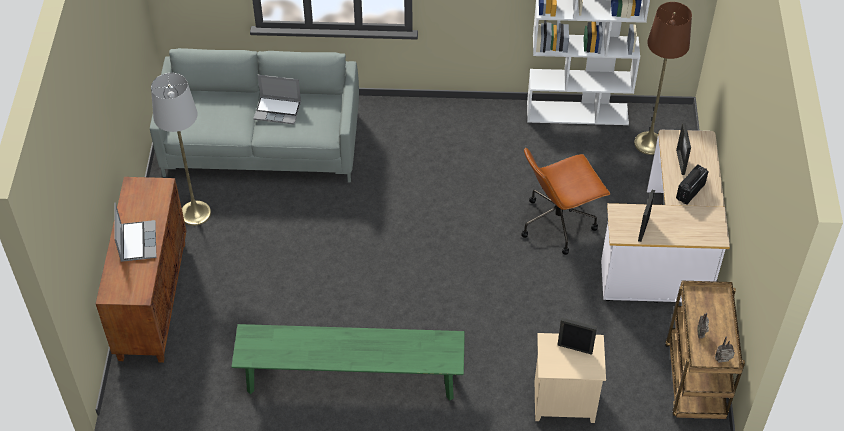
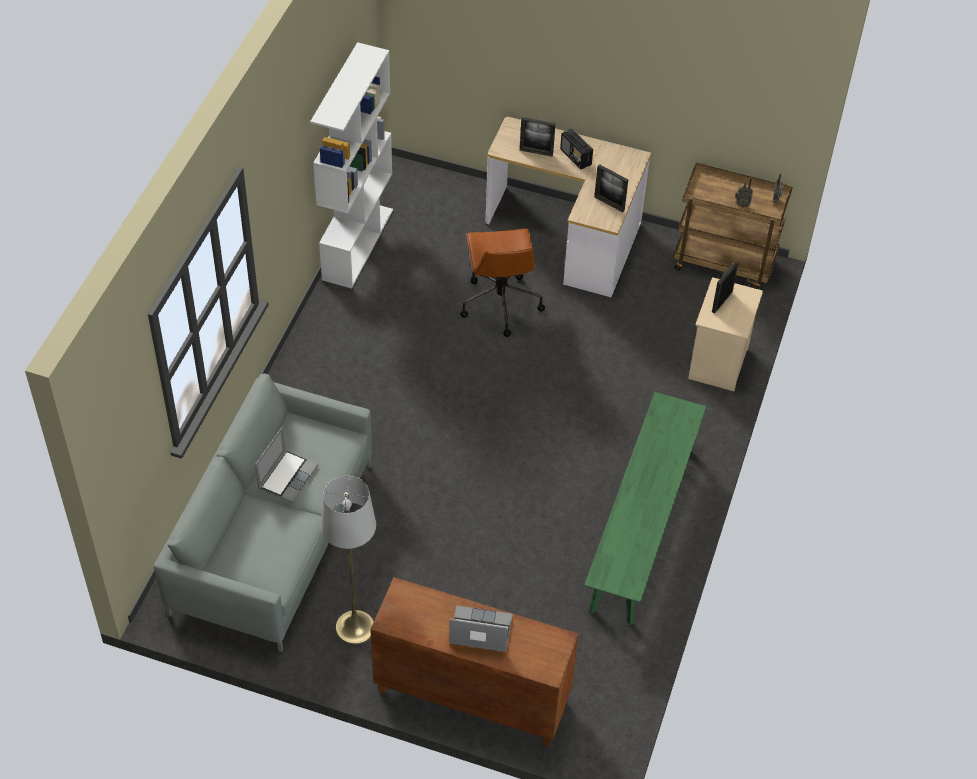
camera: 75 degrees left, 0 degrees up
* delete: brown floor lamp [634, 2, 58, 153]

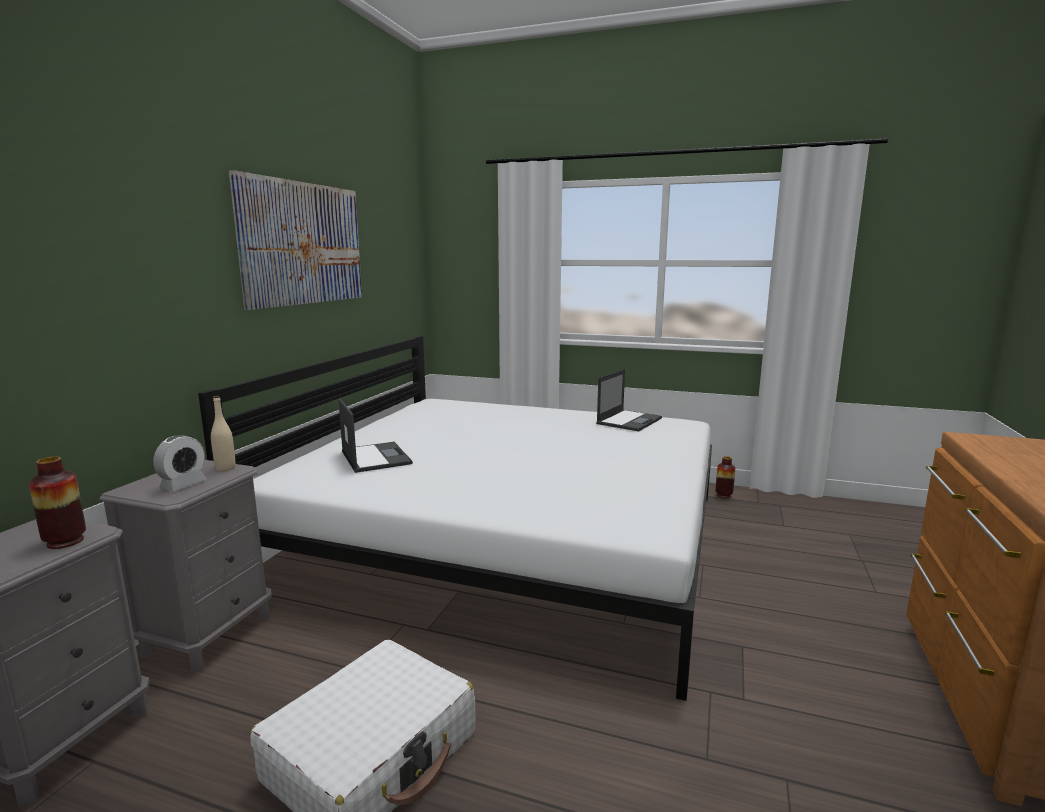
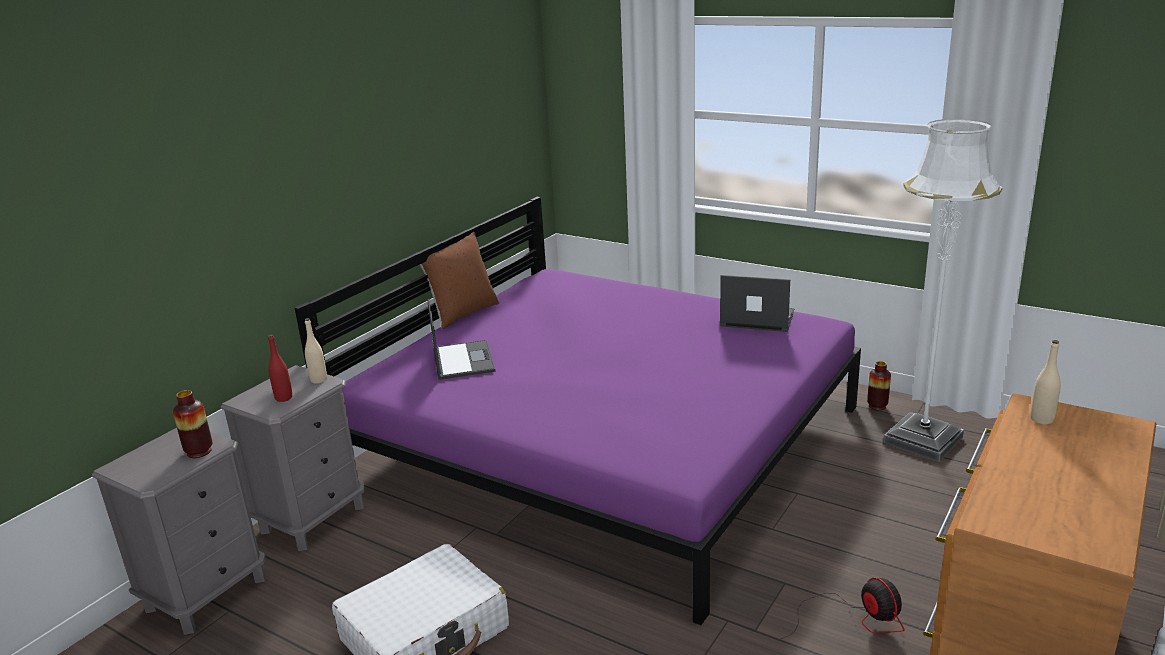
camera: 15 degrees right, 10 degrees up
* replace: alarm clock [153, 435, 54, 56] to red bottle [268, 335, 24, 67]
* recolor: white bed [198, 336, 514, 365] to purple bed [295, 197, 566, 428]
* delete: picture [229, 170, 133, 140]
* rotate: laptop [596, 369, 66, 62] = [720, 275, 74, 57] 120 degrees counterclockwise
* insert: brown pillow [420, 232, 79, 97]
* insert: fan [779, 577, 125, 63]
* insert: white floor lamp [884, 119, 118, 343]
* insert: beige bottle [1031, 340, 30, 84]

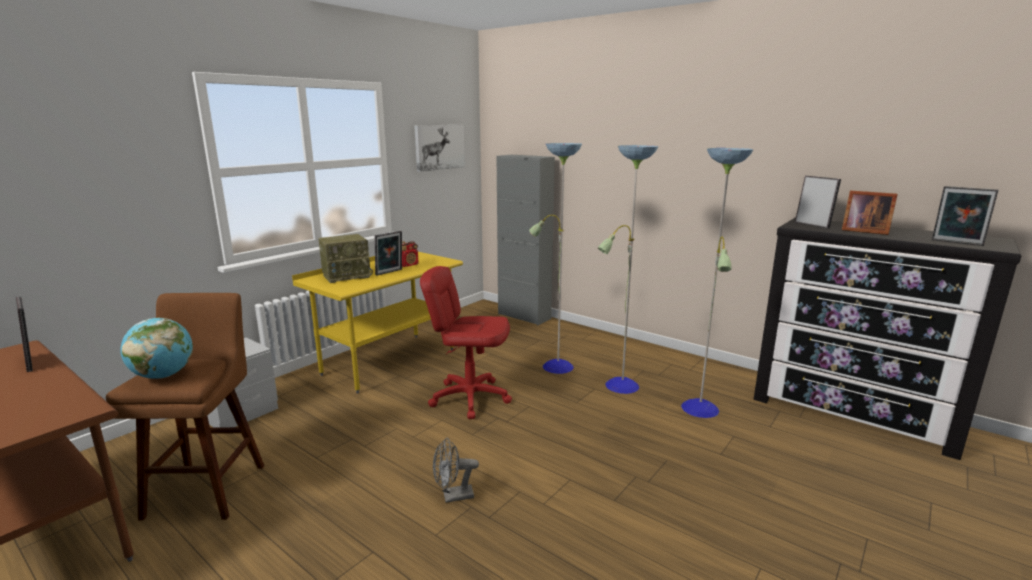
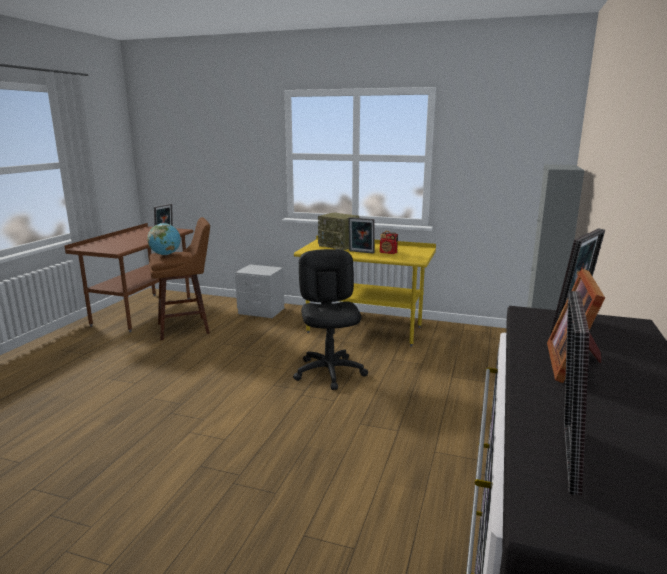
camera: 70 degrees right, 0 degrees up
* delete: picture [414, 125, 51, 47]
* recolor: red office chair [420, 266, 92, 153] to black office chair [293, 249, 75, 141]
* delete: grey fan [433, 438, 46, 65]
* delete: floor lamp [529, 143, 225, 275]

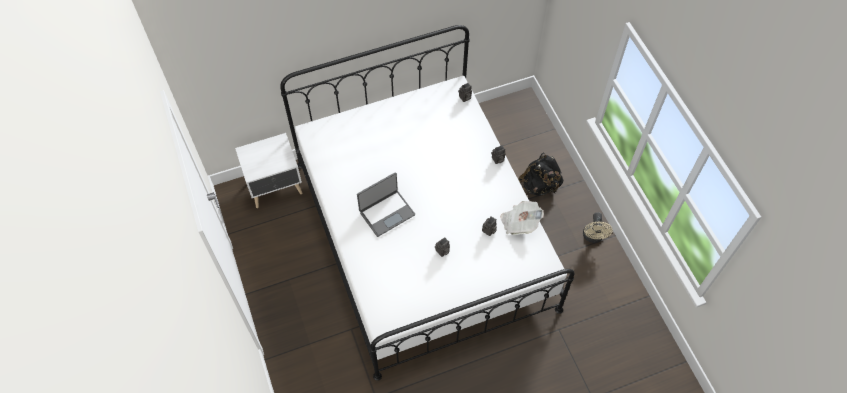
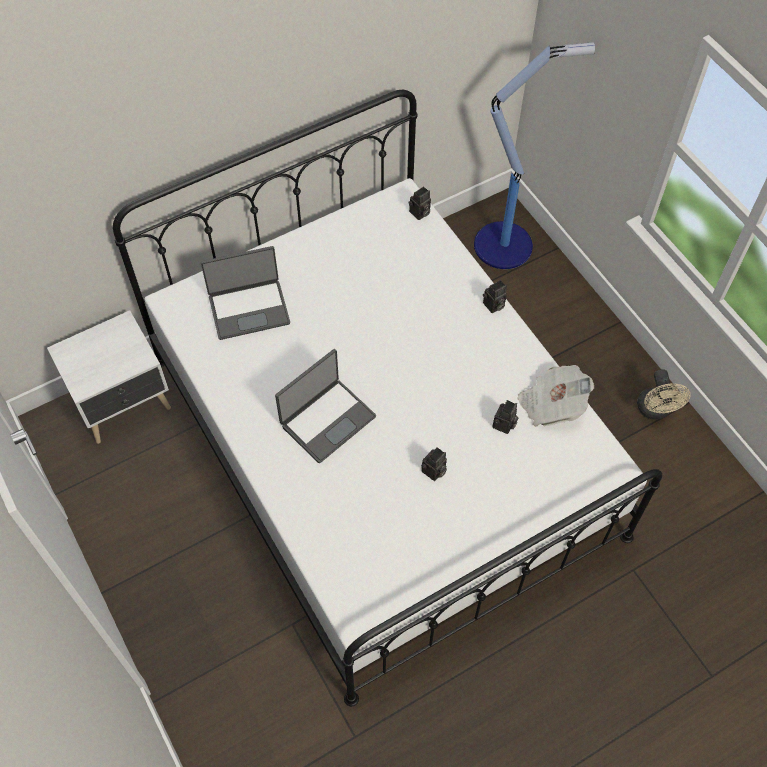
camera: 10 degrees left, 0 degrees up
* delete: black backpack [518, 152, 45, 44]
* insert: laptop [201, 246, 89, 94]
* insert: floor lamp [474, 42, 121, 227]

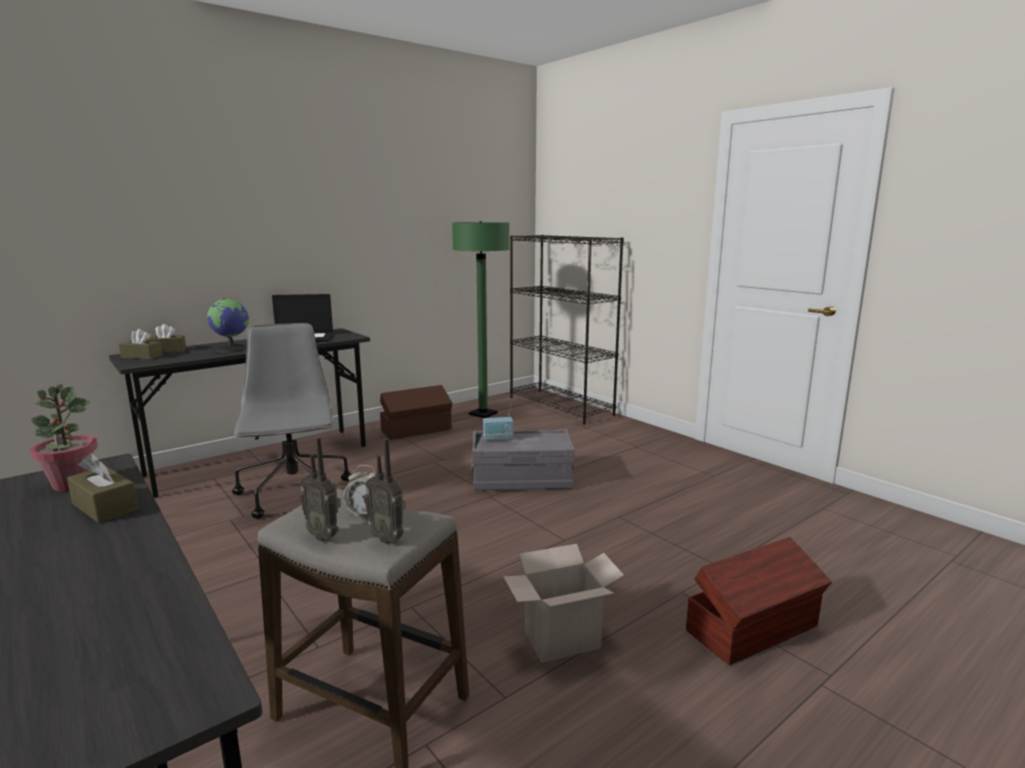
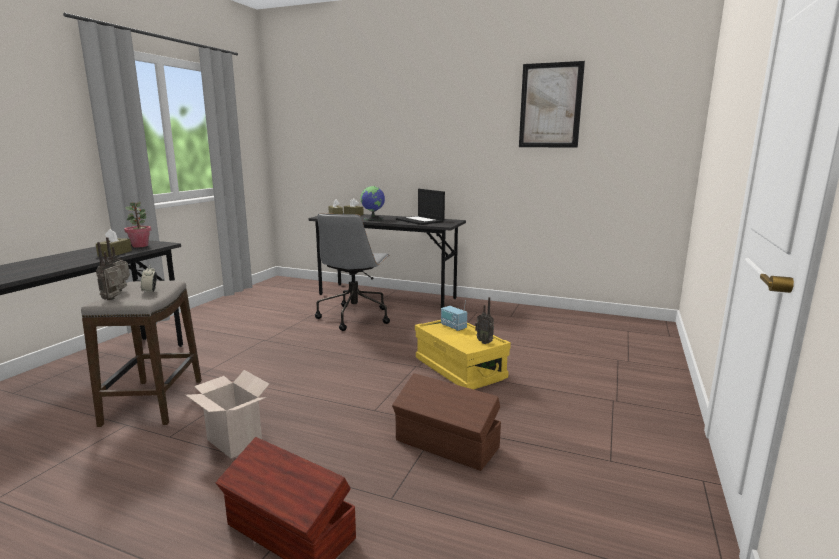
camera: 60 degrees right, 0 degrees up
* rotate: grey office chair [232, 323, 120, 196] = [315, 213, 75, 118] 150 degrees clockwise
* move: brown storage box [380, 385, 72, 55] to [392, 373, 109, 98]
* delete: green floor lamp [452, 221, 58, 197]
* recolor: grey storage box [471, 429, 104, 62] to yellow storage box [415, 320, 96, 70]
* delete: black bookcase [510, 235, 114, 190]
* insert: radio [475, 297, 19, 47]
* insert: picture [519, 61, 66, 87]

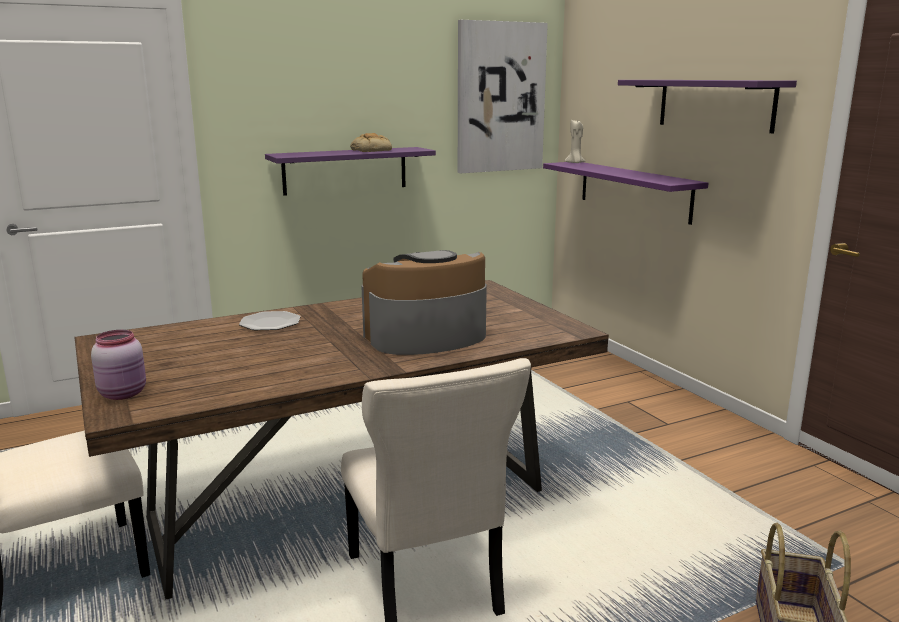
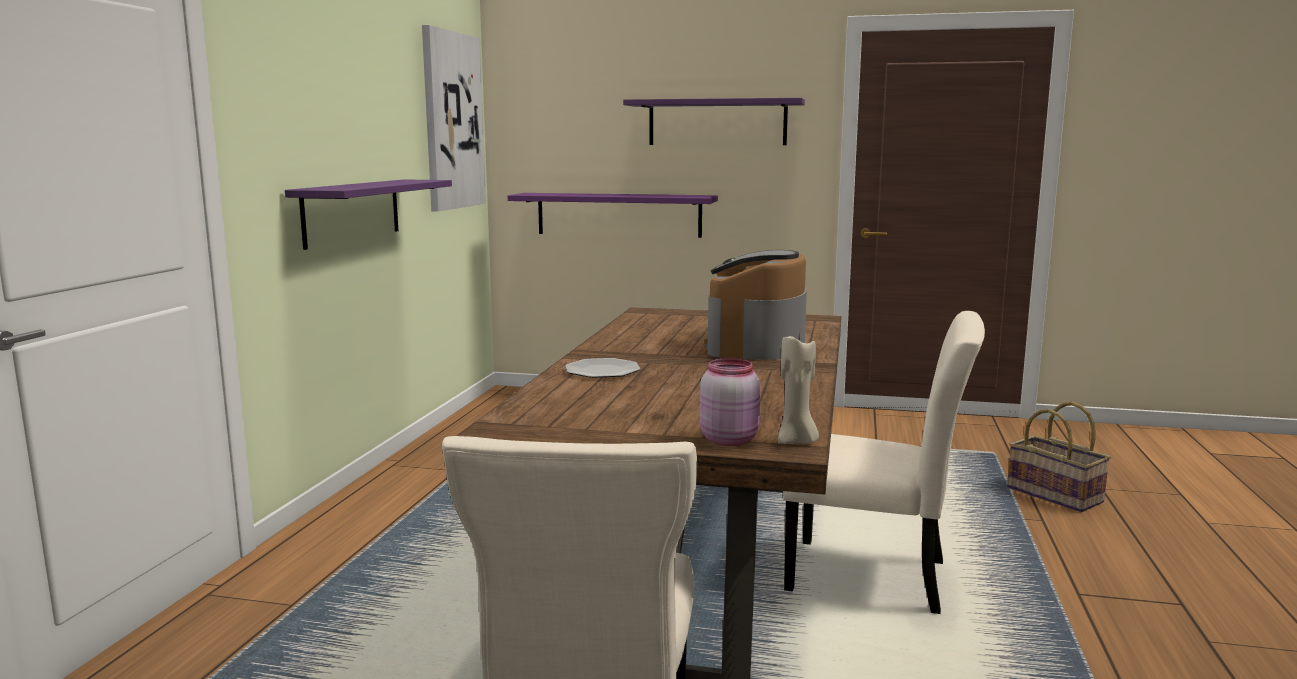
camera: 50 degrees left, 5 degrees down
* delete: bread [350, 133, 42, 19]
* move: beige candle [565, 120, 20, 43] to [778, 334, 41, 110]

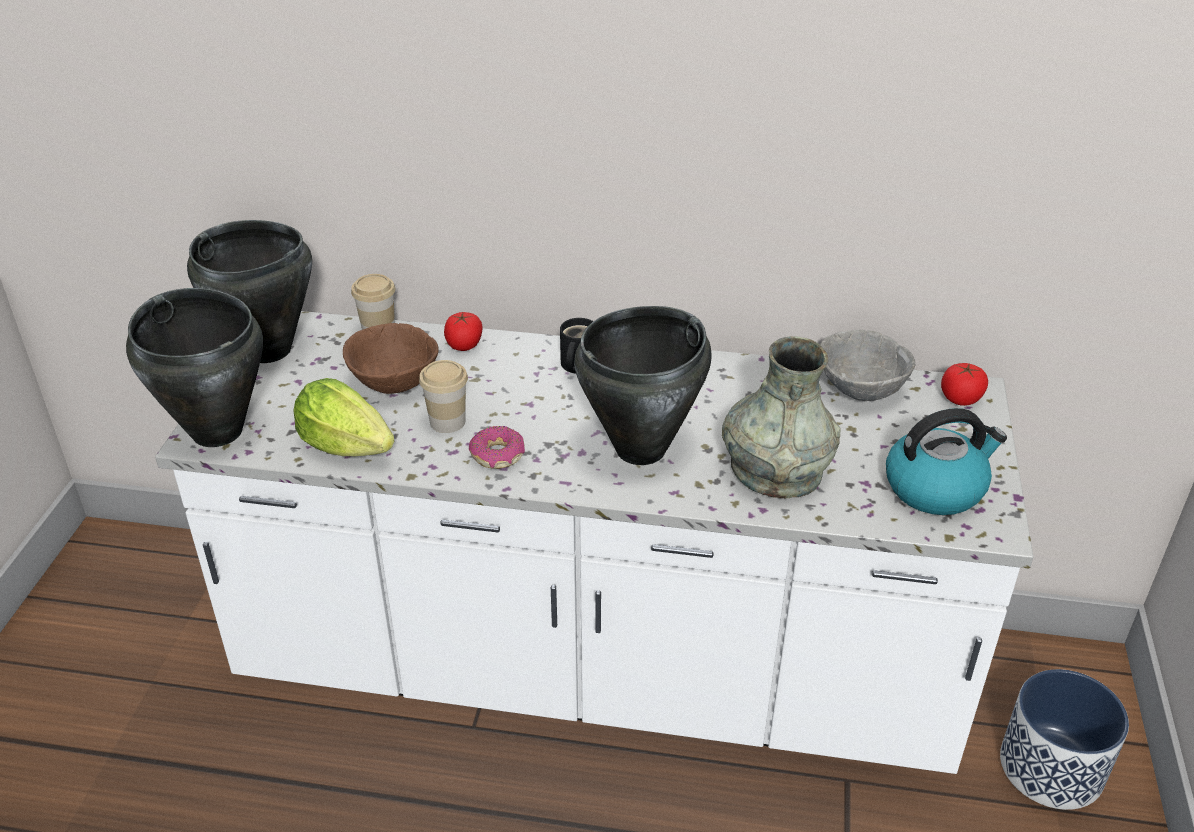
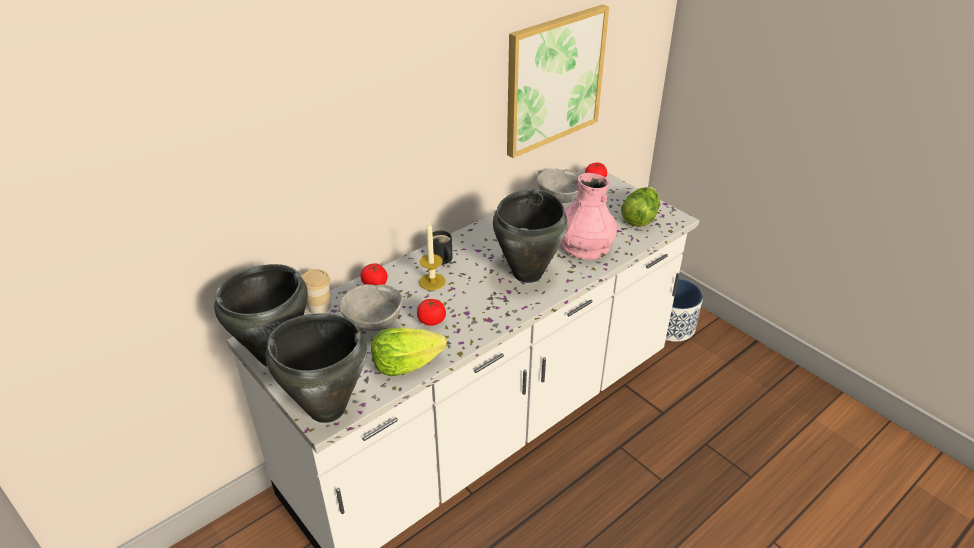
camera: 50 degrees left, 0 degrees up
* recolor: brown bowl [343, 323, 96, 71] to grey bowl [339, 284, 63, 47]
* replace: cup [419, 360, 49, 73] to tomato [417, 299, 29, 27]
* delete: donut [469, 426, 56, 43]
* recolor: grey vase [722, 336, 119, 162] to pink vase [561, 173, 56, 87]
* replace: kettle [886, 408, 121, 107] to lettuce [621, 187, 39, 40]
* insert: candle [419, 223, 27, 67]
* insert: picture [507, 4, 102, 154]

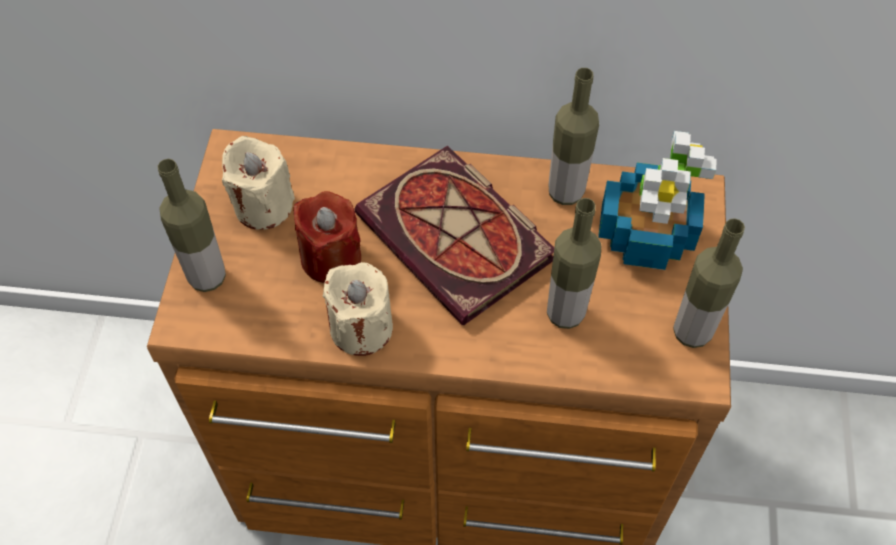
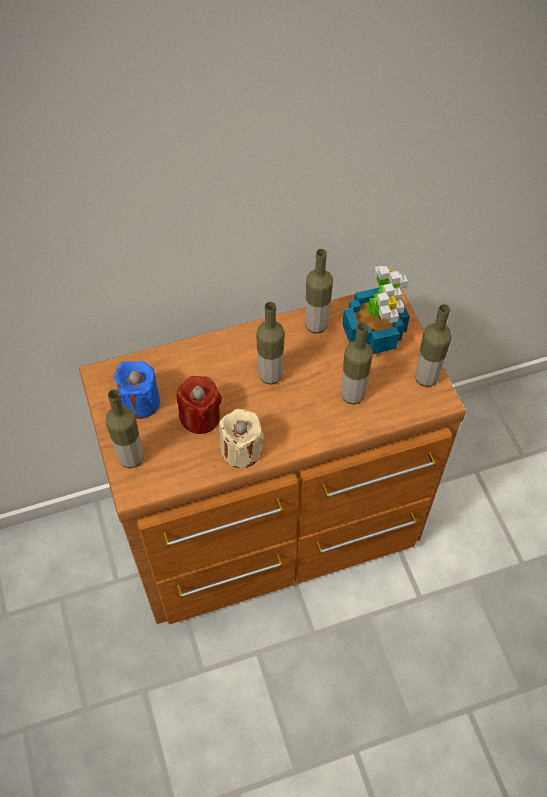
camera: 25 degrees left, 0 degrees up
* recolor: beige candle [222, 136, 73, 94] to blue candle [114, 361, 46, 58]
* replace: book [354, 145, 200, 180] to bottle [256, 302, 29, 83]

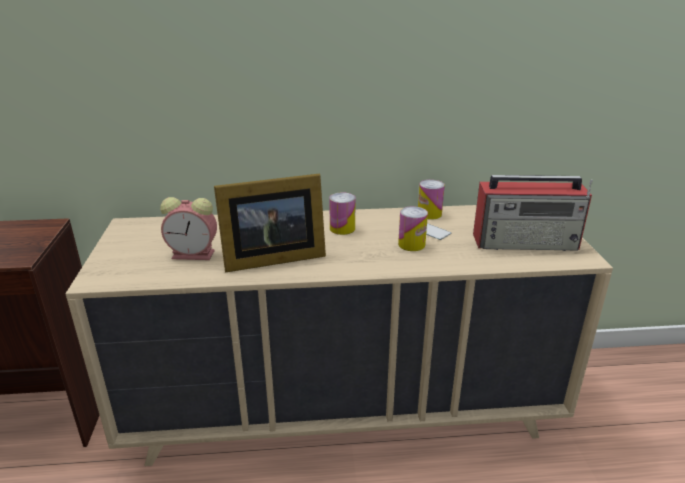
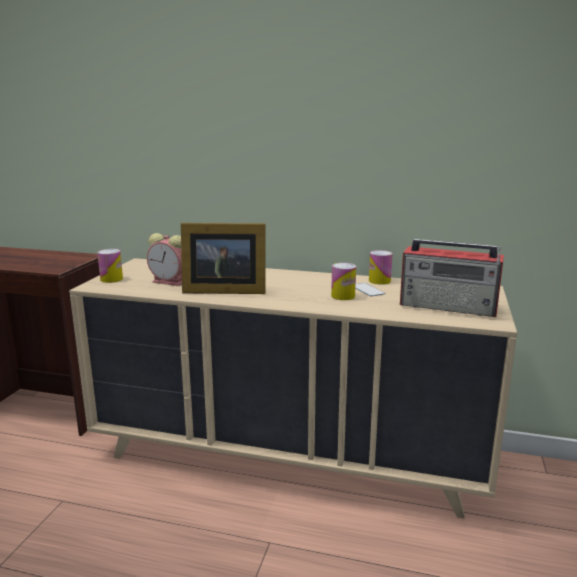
camera: 20 degrees right, 10 degrees down
* move: can [329, 193, 27, 42] to [97, 249, 26, 34]

